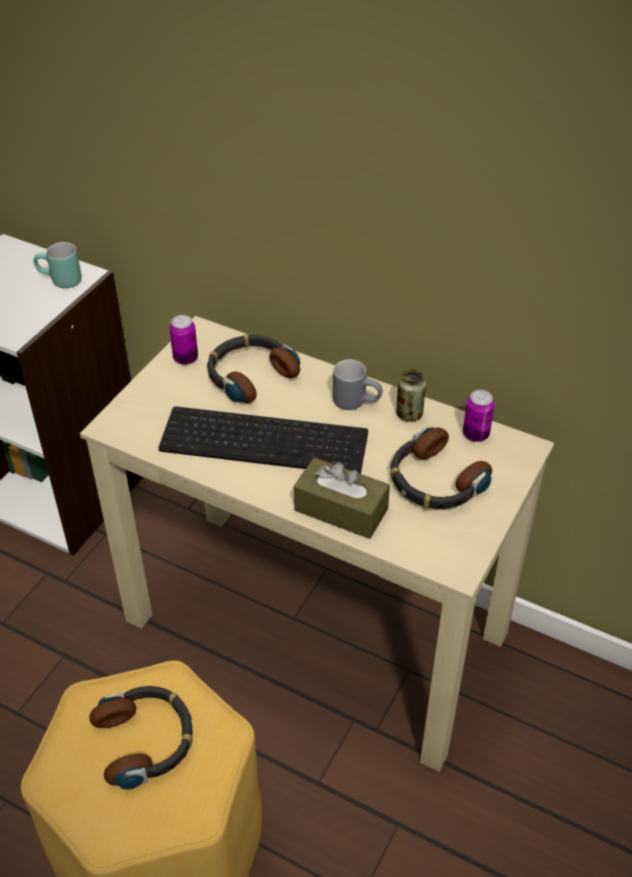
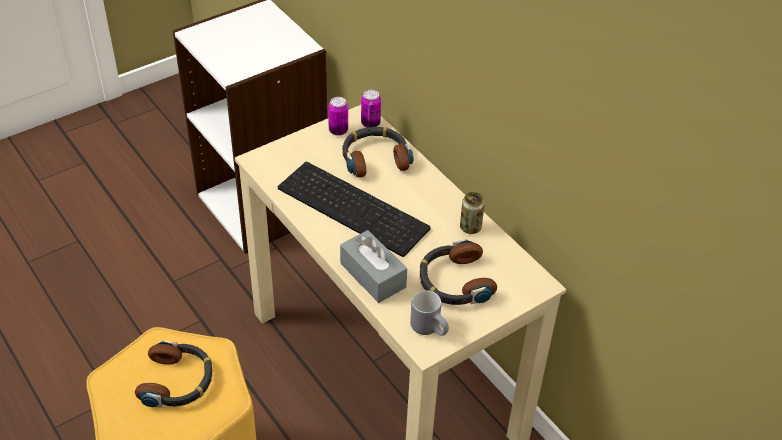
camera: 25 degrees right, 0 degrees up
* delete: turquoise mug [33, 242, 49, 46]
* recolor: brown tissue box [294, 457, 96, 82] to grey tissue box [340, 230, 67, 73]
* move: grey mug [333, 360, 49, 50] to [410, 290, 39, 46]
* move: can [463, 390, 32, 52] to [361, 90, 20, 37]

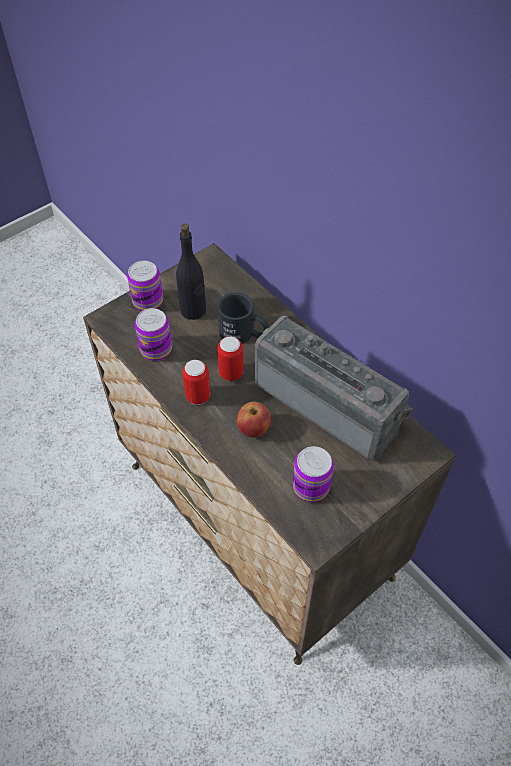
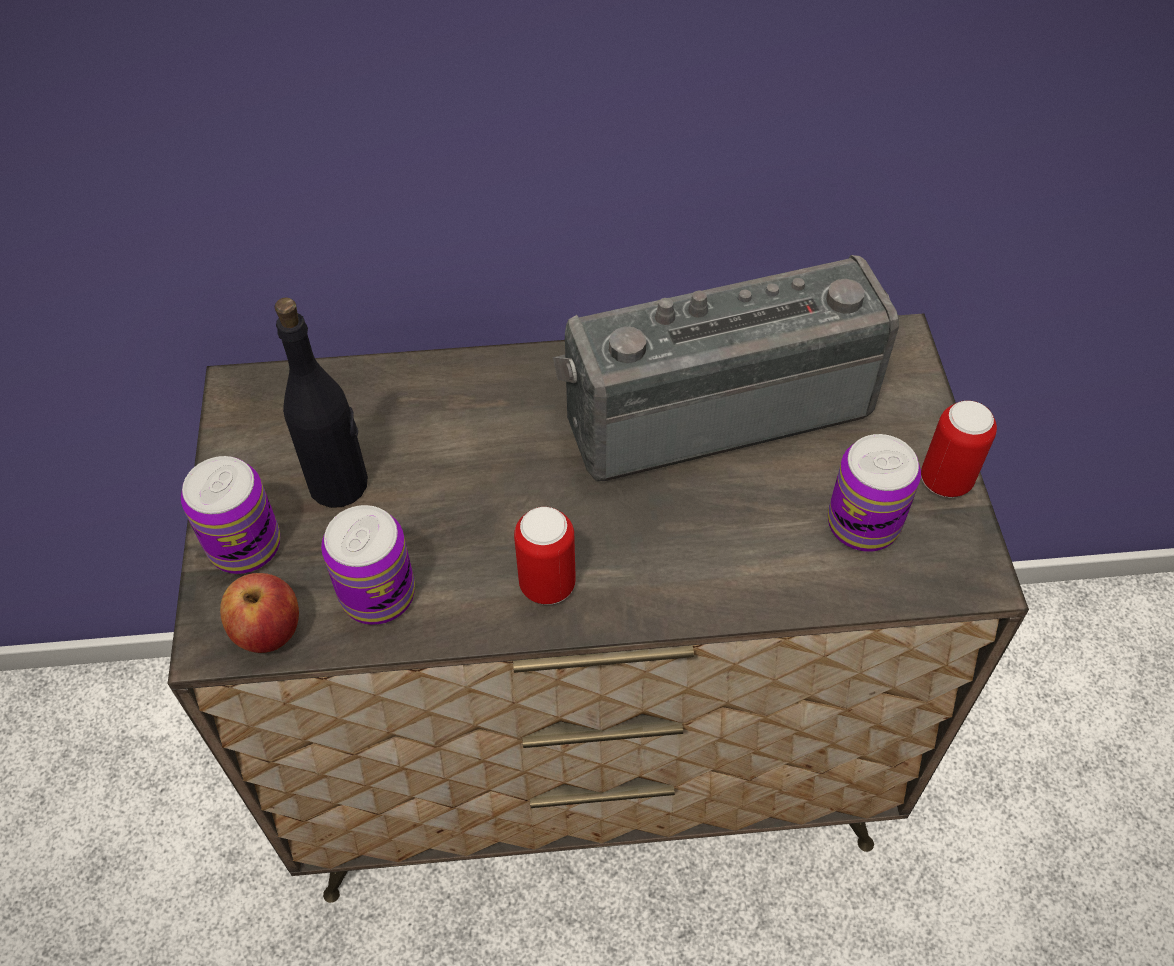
camera: 55 degrees left, 0 degrees up
* delete: black mug [217, 292, 51, 52]
* move: can [217, 336, 26, 45] to [921, 400, 76, 98]
* move: apple [237, 402, 34, 36] to [220, 573, 79, 80]

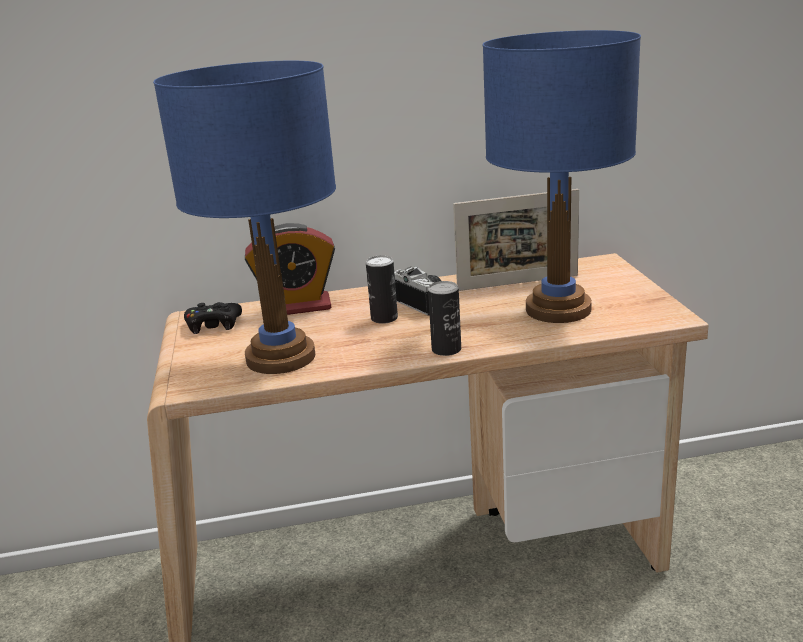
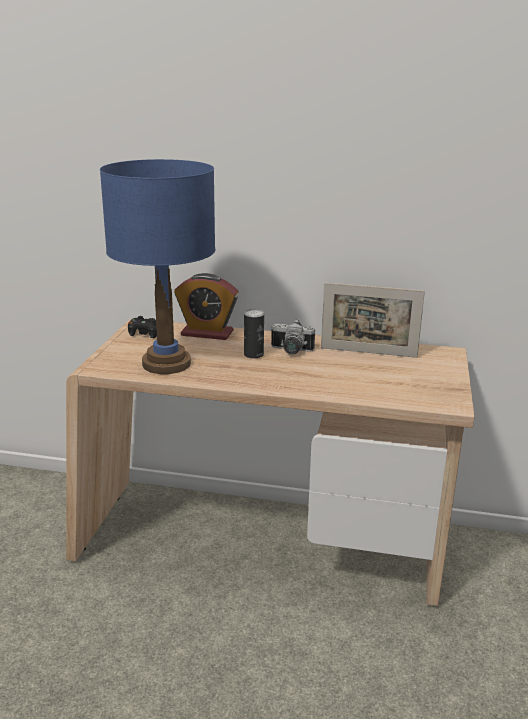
camera: 20 degrees right, 0 degrees up
* rotate: photo camera [394, 266, 47, 50] = [271, 320, 44, 34] 120 degrees clockwise
* delete: can [428, 281, 33, 75]
* delete: blue table lamp [482, 30, 159, 293]

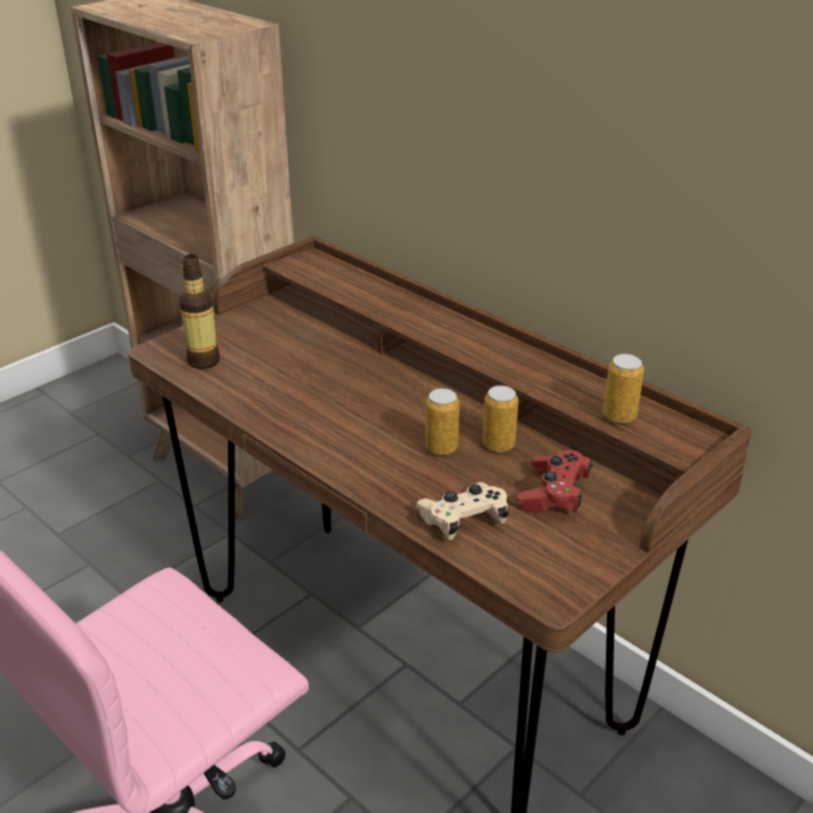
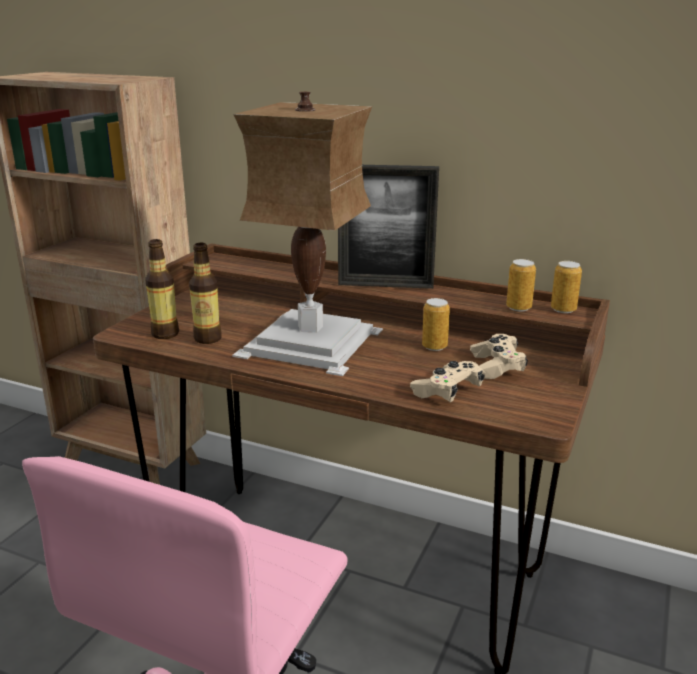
camera: 20 degrees left, 10 degrees down
* move: can [425, 388, 35, 67] to [551, 261, 31, 52]
* recolor: red game controller [517, 450, 76, 63] to beige game controller [470, 334, 58, 45]
* insert: bottle [189, 243, 33, 101]
* insert: table lamp [232, 92, 151, 284]
* insert: picture frame [338, 165, 101, 124]

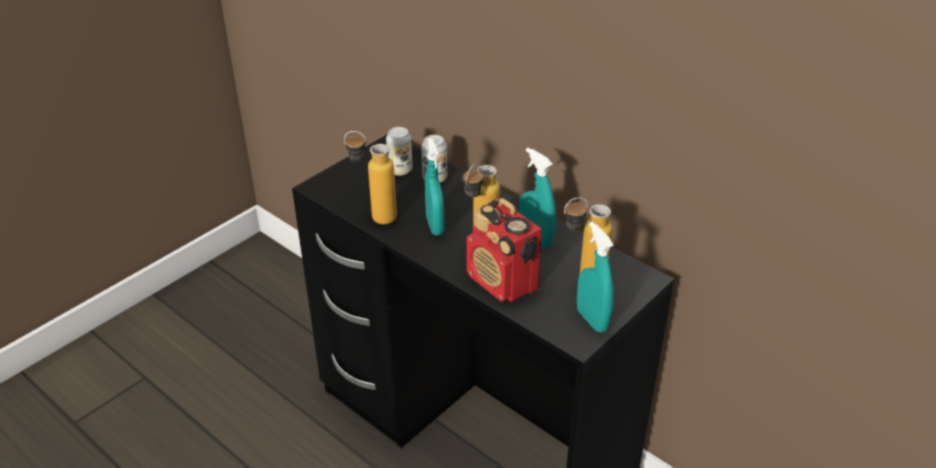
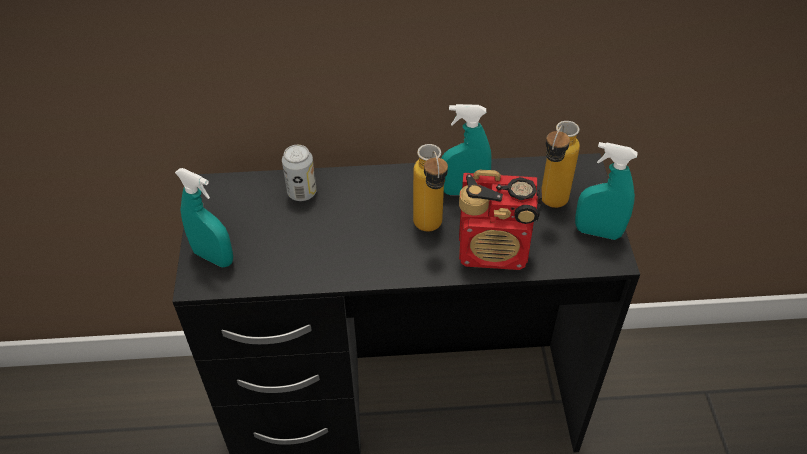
camera: 45 degrees left, 10 degrees up
* delete: bottle [344, 131, 53, 93]
* delete: can [386, 127, 26, 49]
* move: turquoise spray bottle [425, 138, 20, 97] to [175, 168, 58, 100]

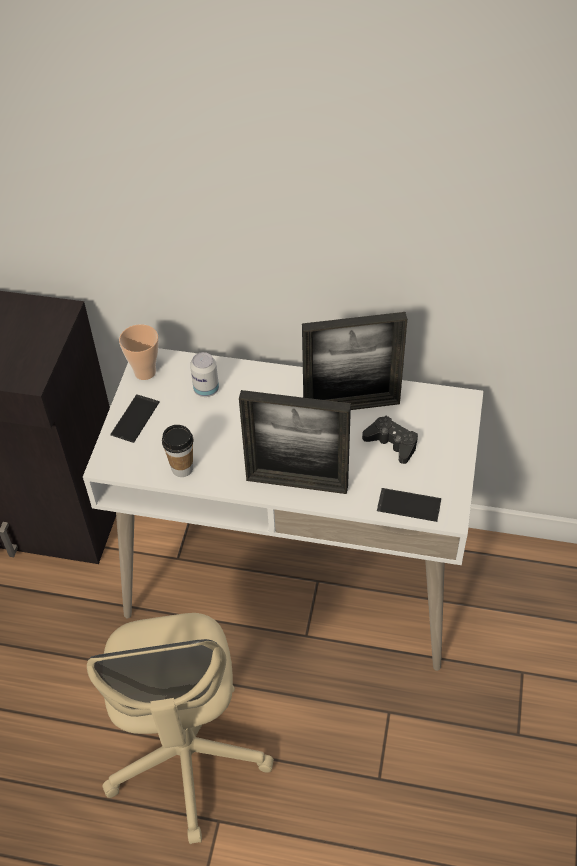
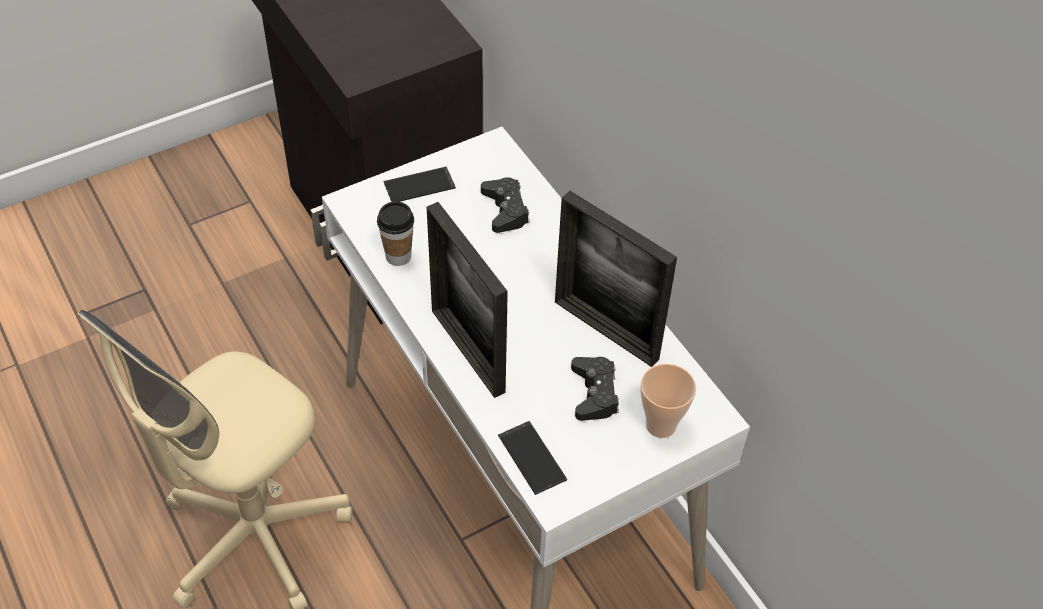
camera: 45 degrees right, 0 degrees up
* move: cup [119, 324, 40, 56] to [640, 364, 56, 74]
* replace: can [190, 352, 29, 45] to black game controller [481, 177, 49, 56]

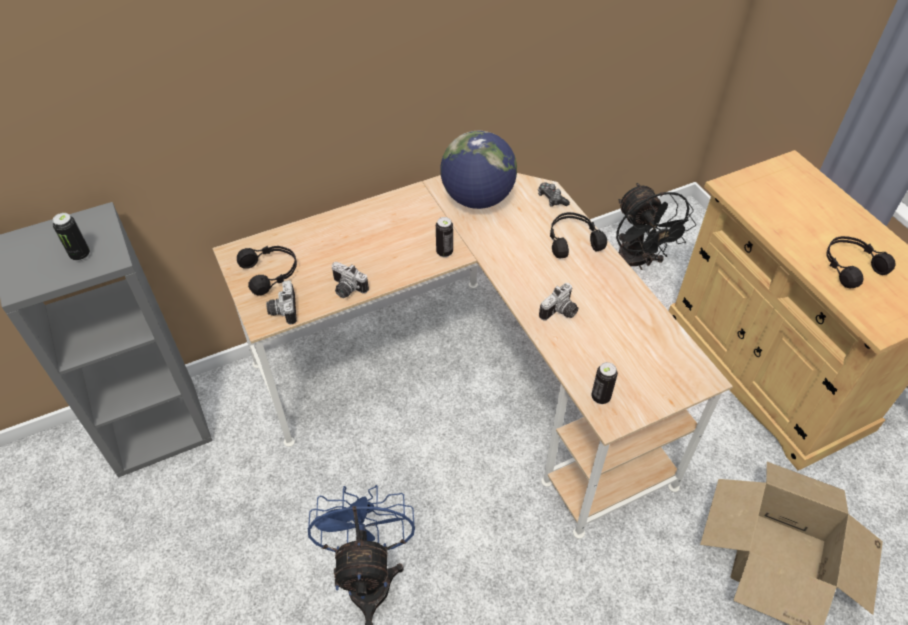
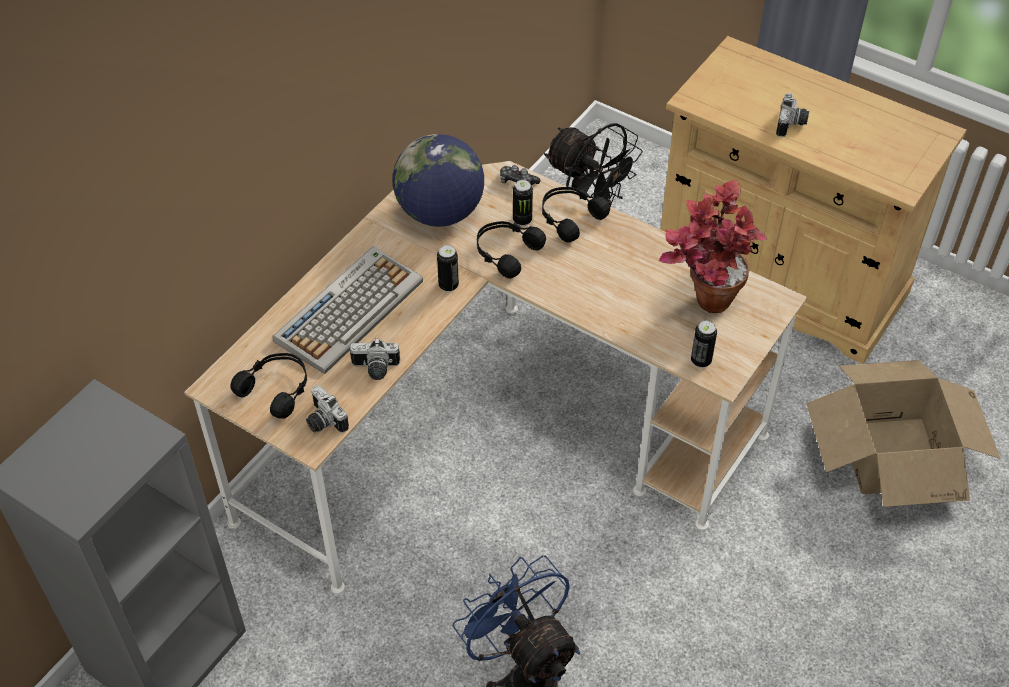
camera: 30 degrees left, 0 degrees up
* move: can [53, 213, 37, 48] to [513, 180, 20, 46]
* move: photo camera [539, 283, 39, 38] to [776, 93, 33, 44]
* move: black headphones [826, 236, 70, 53] to [477, 221, 69, 57]
* insert: keyboard [273, 246, 150, 128]
* insert: potted plant [659, 180, 108, 133]

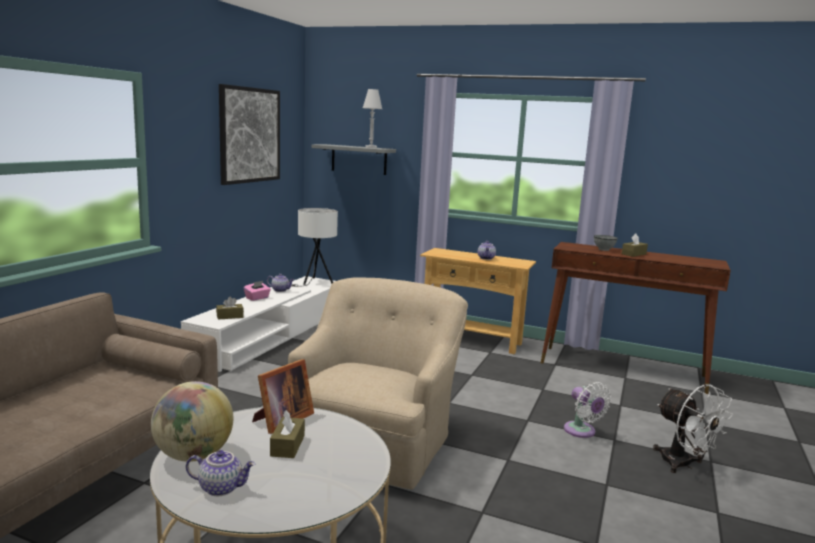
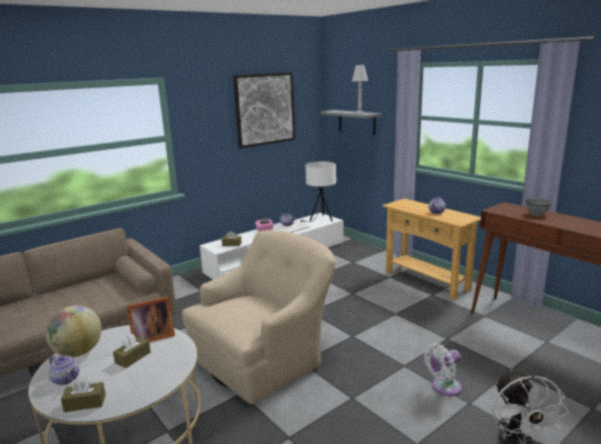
camera: 30 degrees right, 5 degrees up
* rotate: white fan [564, 382, 47, 56] = [424, 343, 38, 53] 60 degrees clockwise
* move: brown tissue box [622, 234, 26, 23] to [61, 376, 45, 36]

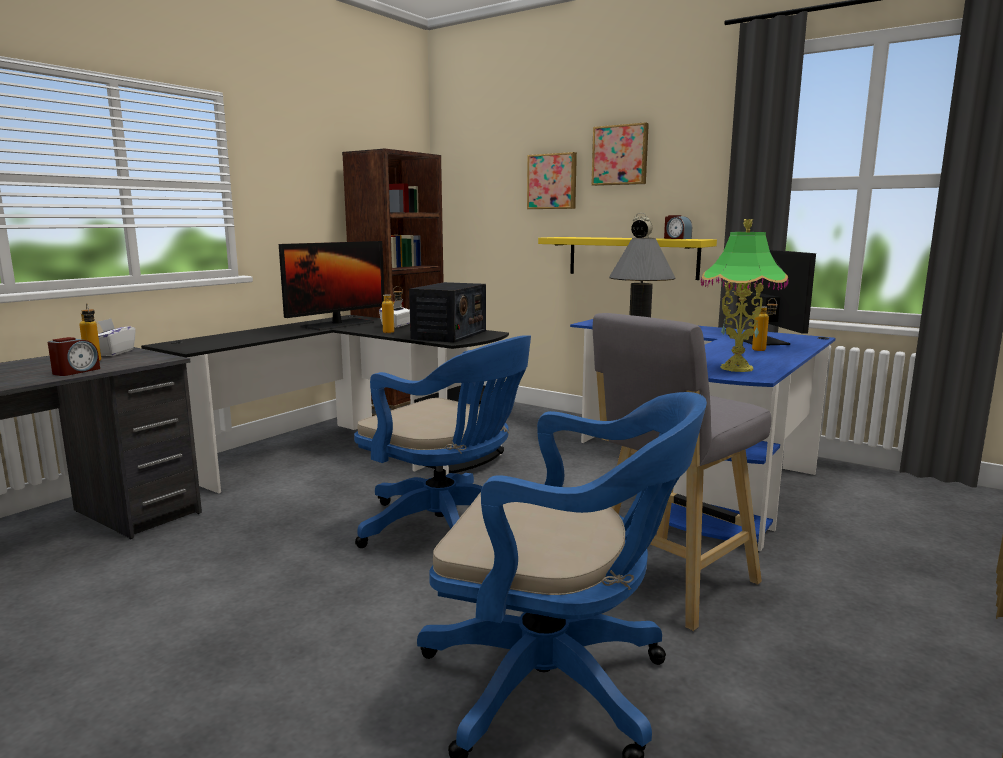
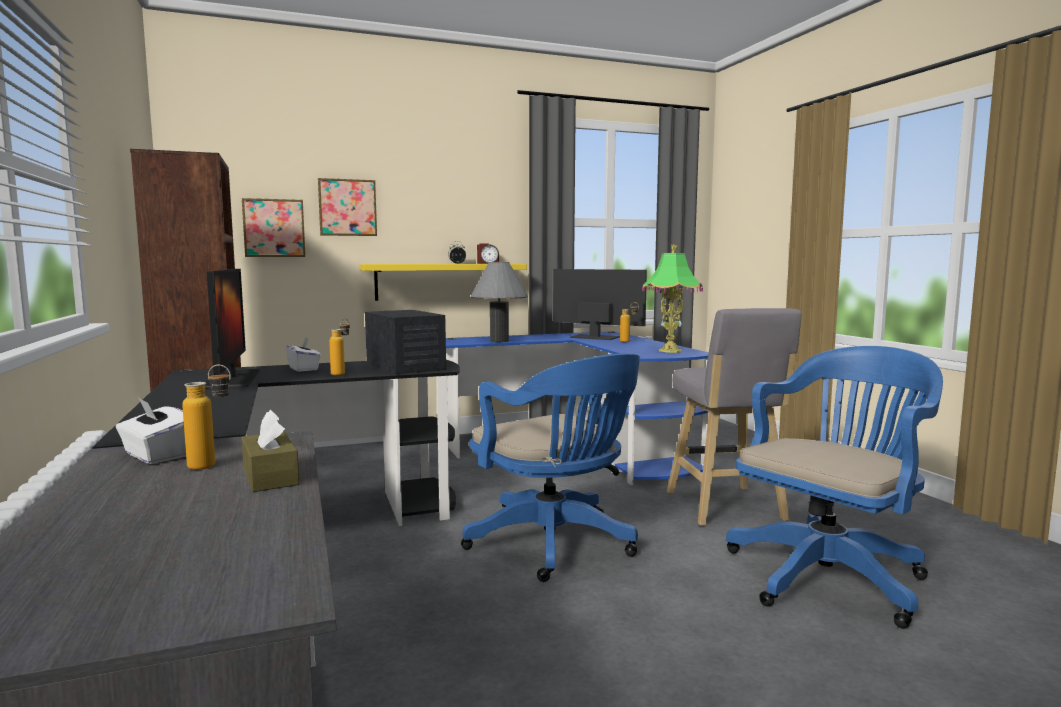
camera: 55 degrees left, 5 degrees down
* replace: alarm clock [48, 337, 52, 39] to brown tissue box [242, 410, 57, 82]
* rotate: blue office chair [354, 335, 177, 213] = [461, 353, 179, 229] 75 degrees clockwise
* move: picture [591, 122, 58, 64] to [242, 198, 64, 59]

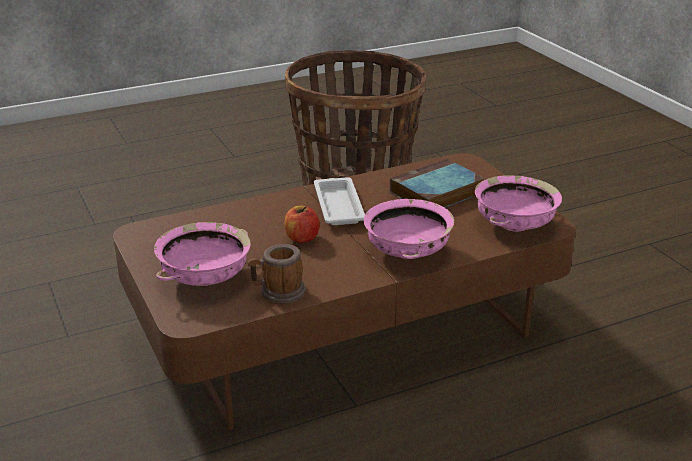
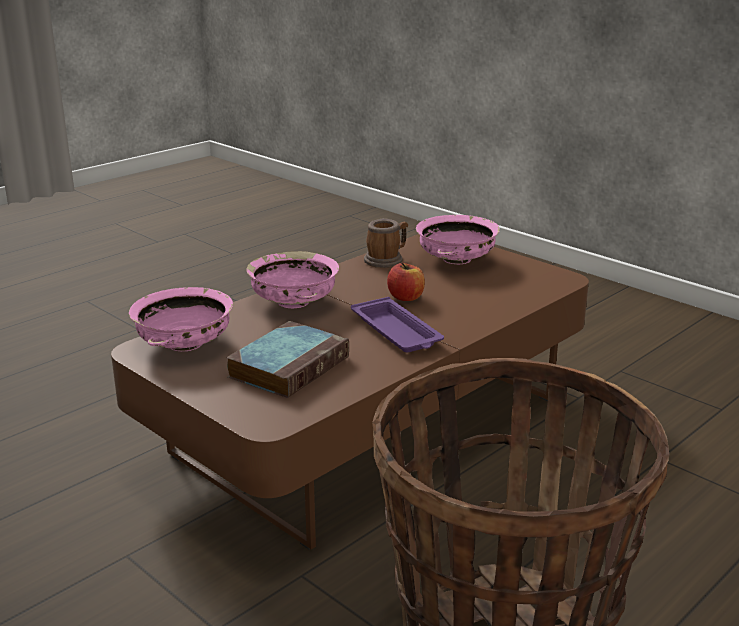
camera: 160 degrees right, 5 degrees down
* recolor: white tray [314, 177, 51, 48] to purple tray [351, 297, 93, 56]

